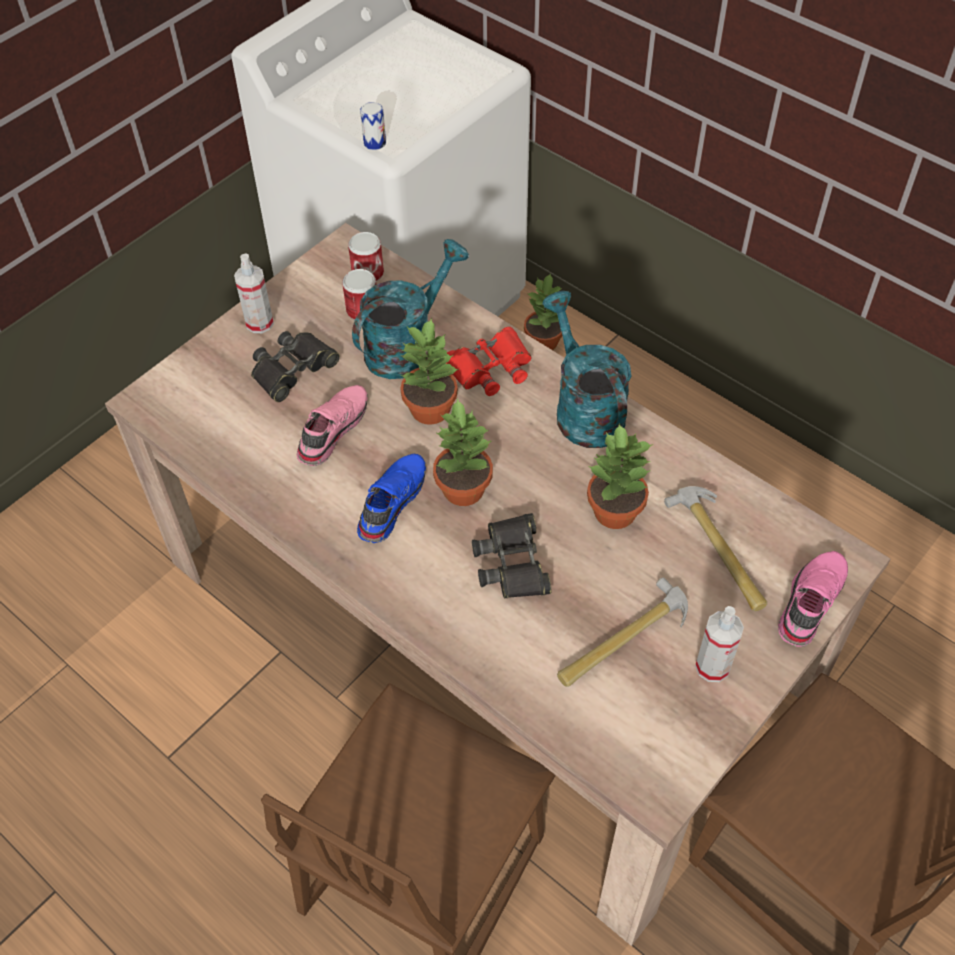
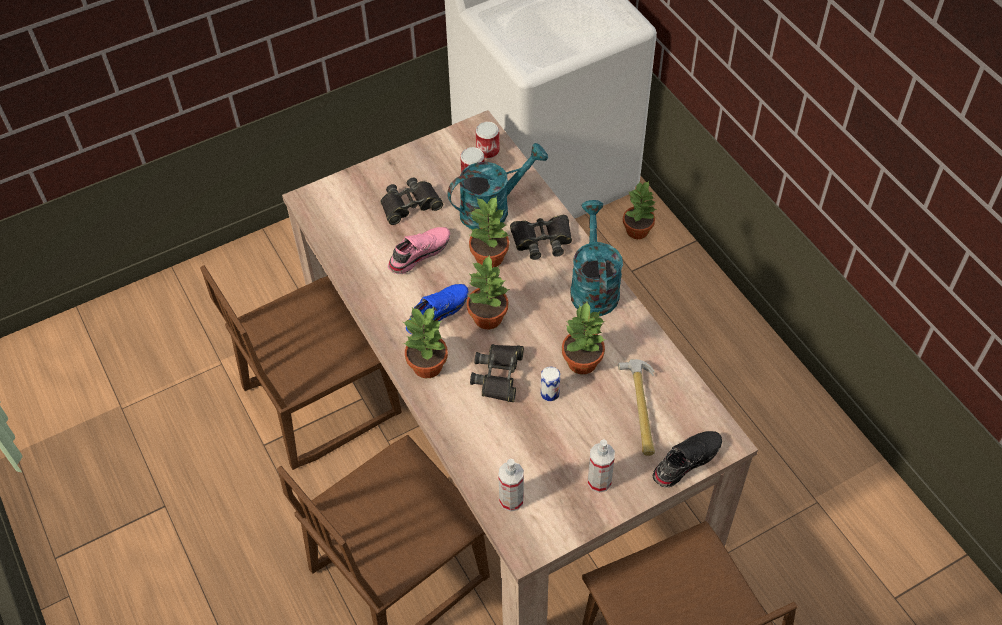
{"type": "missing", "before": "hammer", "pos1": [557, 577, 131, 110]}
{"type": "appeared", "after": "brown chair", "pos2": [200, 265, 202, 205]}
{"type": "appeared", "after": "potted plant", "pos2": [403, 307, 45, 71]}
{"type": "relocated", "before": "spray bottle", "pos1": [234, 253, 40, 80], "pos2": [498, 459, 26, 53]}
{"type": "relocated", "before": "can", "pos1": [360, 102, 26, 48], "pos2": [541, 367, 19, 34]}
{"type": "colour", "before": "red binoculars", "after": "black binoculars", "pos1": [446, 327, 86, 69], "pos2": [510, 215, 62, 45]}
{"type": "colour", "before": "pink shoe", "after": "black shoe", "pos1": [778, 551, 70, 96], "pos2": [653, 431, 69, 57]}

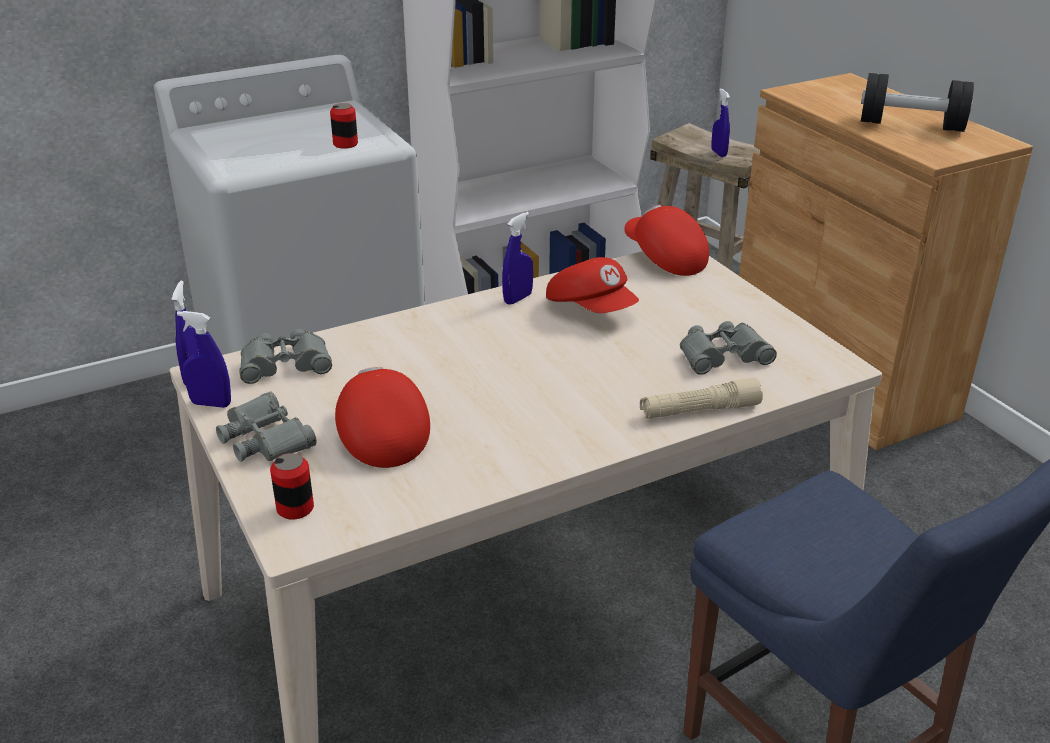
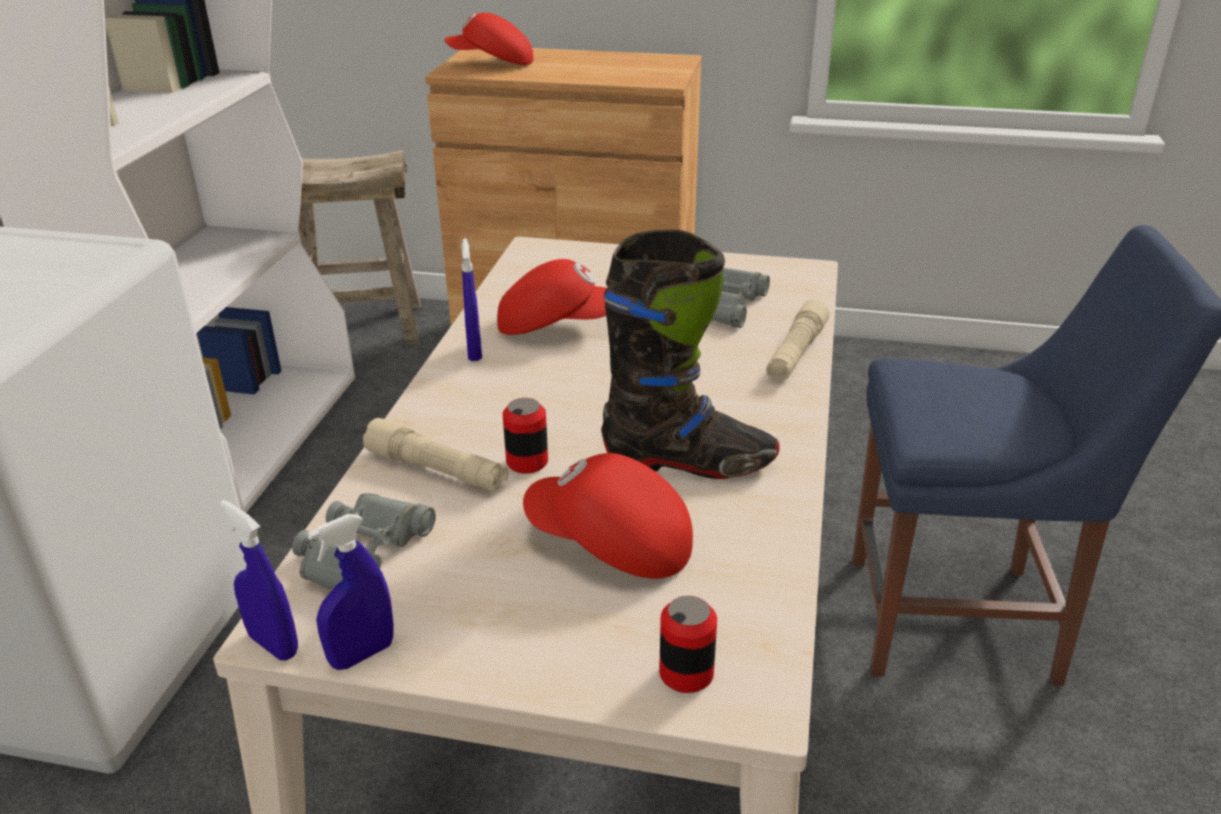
{"type": "missing", "before": "grey binoculars", "pos1": [216, 392, 101, 70]}
{"type": "missing", "before": "blue spray bottle", "pos1": [711, 88, 19, 69]}
{"type": "missing", "before": "black dumbbell", "pos1": [861, 73, 113, 59]}
{"type": "appeared", "after": "beige flashlight", "pos2": [363, 418, 145, 74]}
{"type": "appeared", "after": "black boot", "pos2": [601, 229, 179, 250]}
{"type": "relocated", "before": "can", "pos1": [330, 103, 28, 46], "pos2": [503, 398, 45, 76]}
{"type": "relocated", "before": "red cap", "pos1": [624, 205, 85, 71], "pos2": [445, 13, 88, 52]}

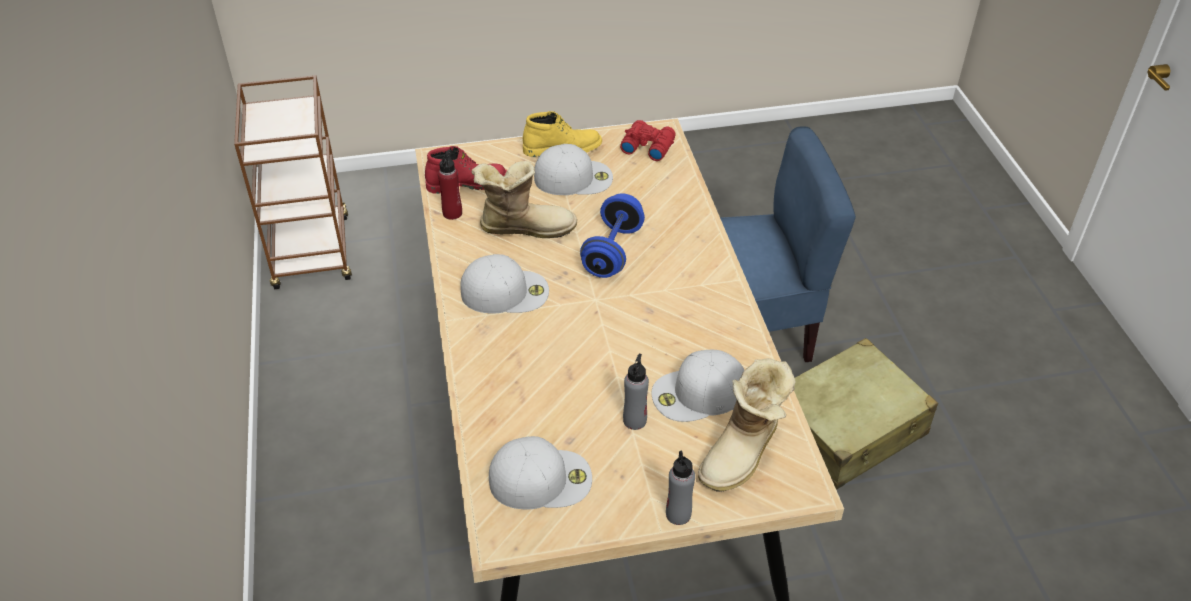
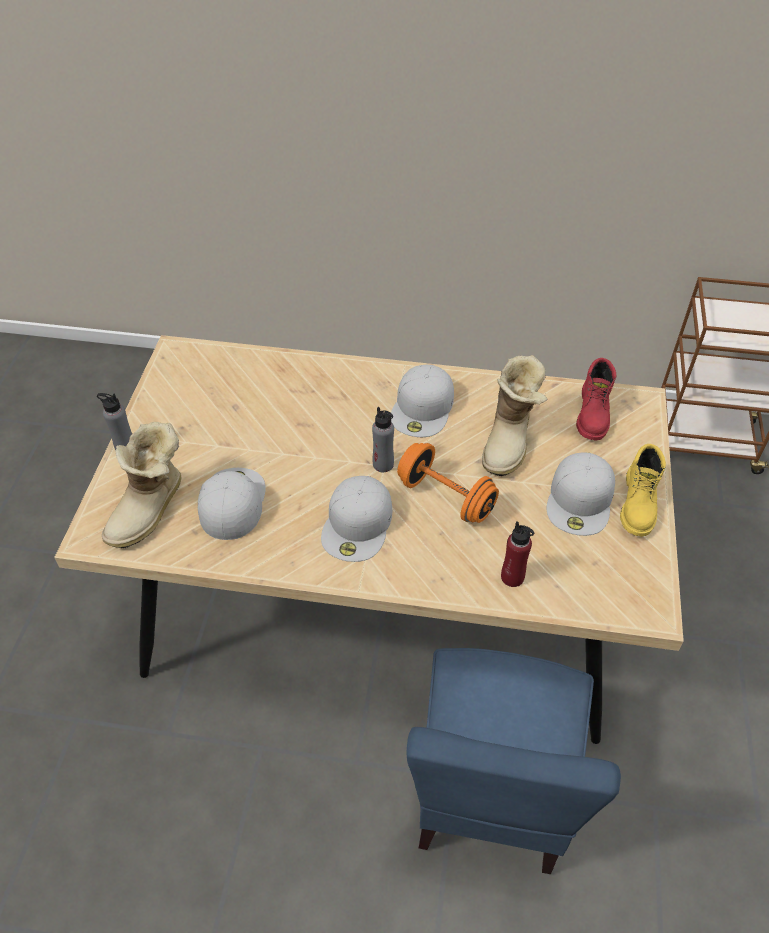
{"type": "missing", "before": "red binoculars", "pos1": [620, 120, 56, 41]}
{"type": "missing", "before": "beige suitcase", "pos1": [794, 338, 144, 152]}
{"type": "relocated", "before": "red bottle", "pos1": [438, 150, 24, 70], "pos2": [501, 521, 33, 66]}
{"type": "relocated", "before": "white cap", "pos1": [489, 436, 103, 73], "pos2": [321, 476, 71, 86]}
{"type": "relocated", "before": "grey bottle", "pos1": [623, 354, 26, 76], "pos2": [372, 407, 22, 65]}
{"type": "colour", "before": "blue dumbbell", "after": "orange dumbbell", "pos1": [580, 193, 65, 85], "pos2": [397, 443, 102, 80]}
{"type": "spun", "before": "boot", "pos1": [698, 358, 98, 134], "pos2": [102, 422, 79, 126], "turn": -120}

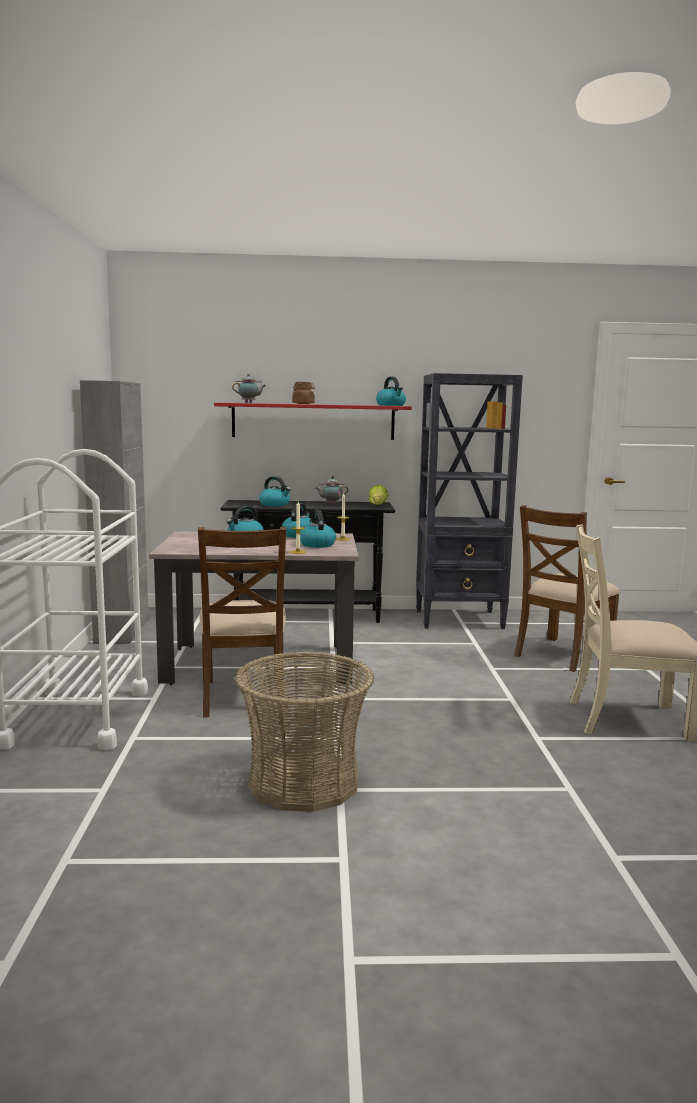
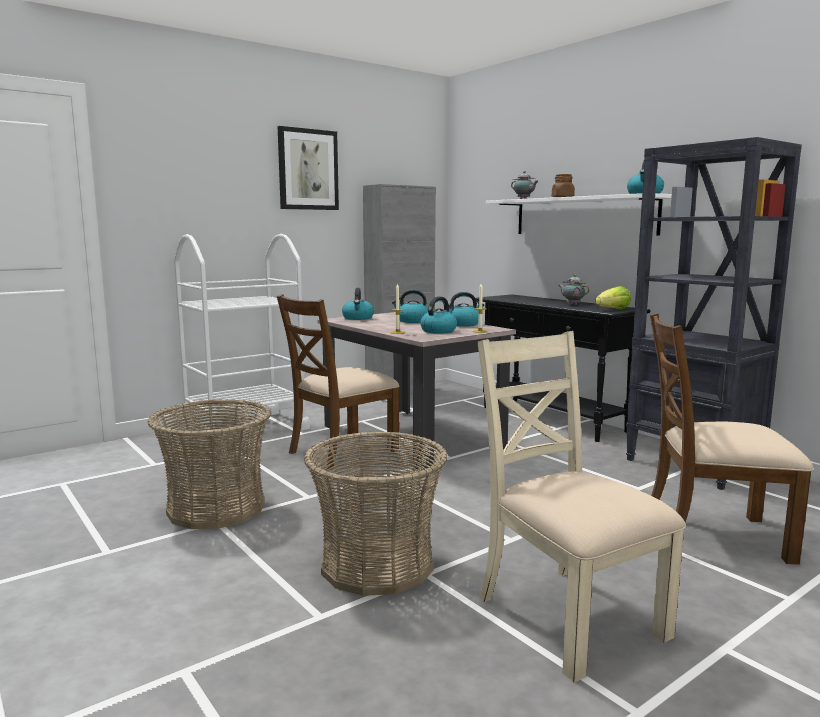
{"type": "appeared", "after": "picture", "pos2": [278, 126, 61, 84]}
{"type": "appeared", "after": "basket", "pos2": [304, 431, 144, 165]}
{"type": "relocated", "before": "kettle", "pos1": [260, 476, 31, 30], "pos2": [342, 288, 32, 32]}
{"type": "colour", "before": "red shelf", "after": "white shelf", "pos1": [214, 403, 198, 37], "pos2": [486, 193, 186, 42]}

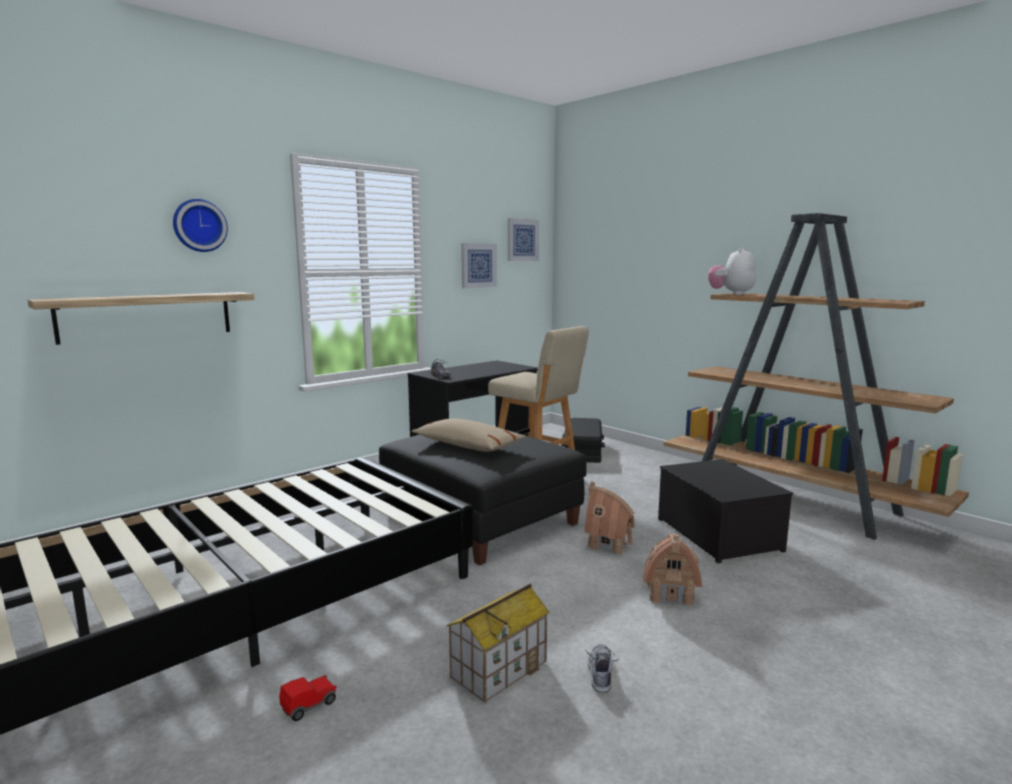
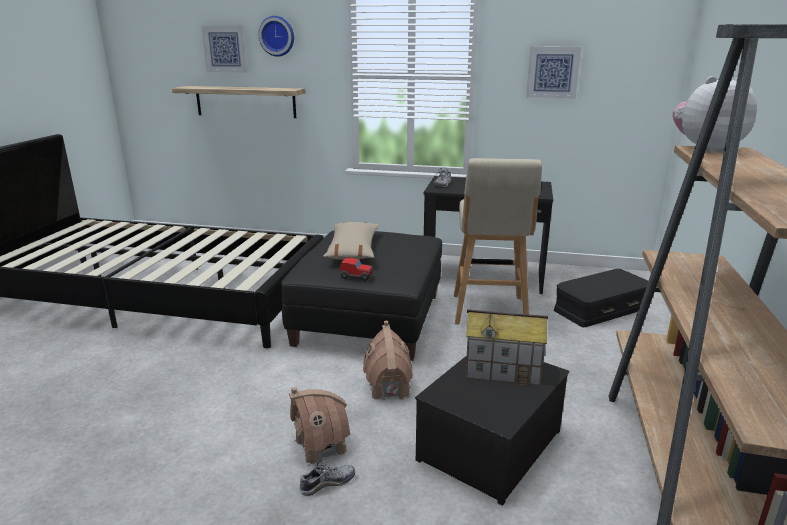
{"type": "relocated", "before": "toy car", "pos1": [279, 675, 58, 46], "pos2": [340, 257, 33, 24]}
{"type": "relocated", "before": "toy house", "pos1": [447, 584, 102, 119], "pos2": [465, 309, 83, 77]}
{"type": "relocated", "before": "picture", "pos1": [508, 218, 31, 43], "pos2": [201, 26, 47, 47]}
{"type": "relocated", "before": "shoe", "pos1": [585, 644, 34, 49], "pos2": [299, 457, 56, 39]}

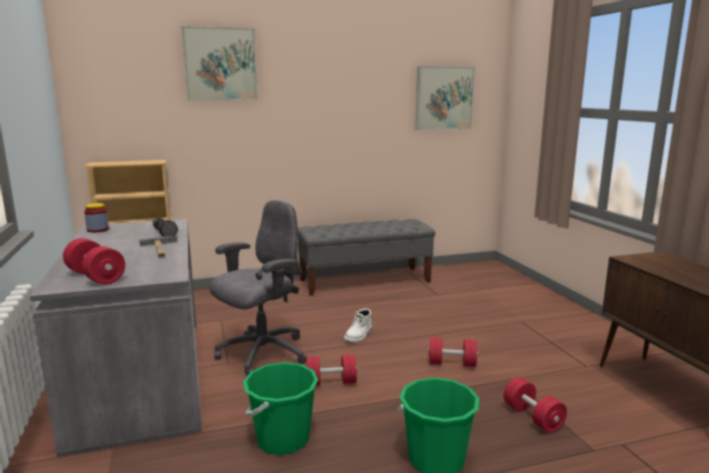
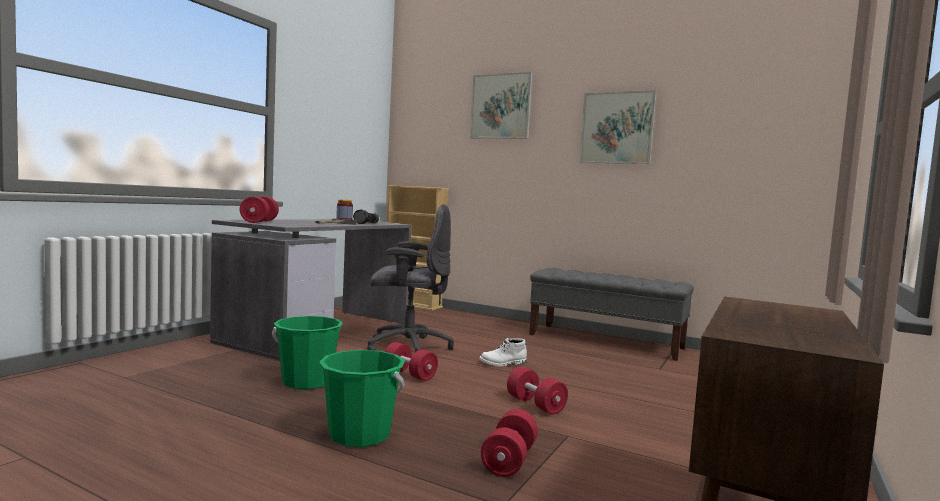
{"type": "relocated", "before": "picture", "pos1": [415, 66, 60, 64], "pos2": [580, 90, 76, 74]}

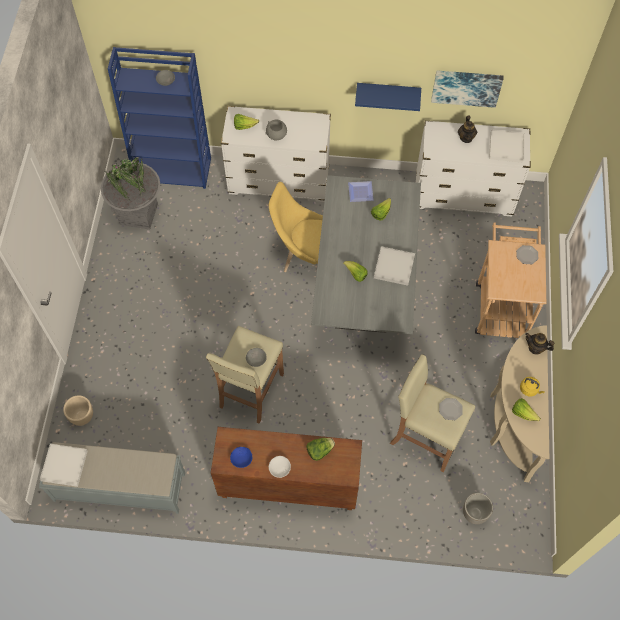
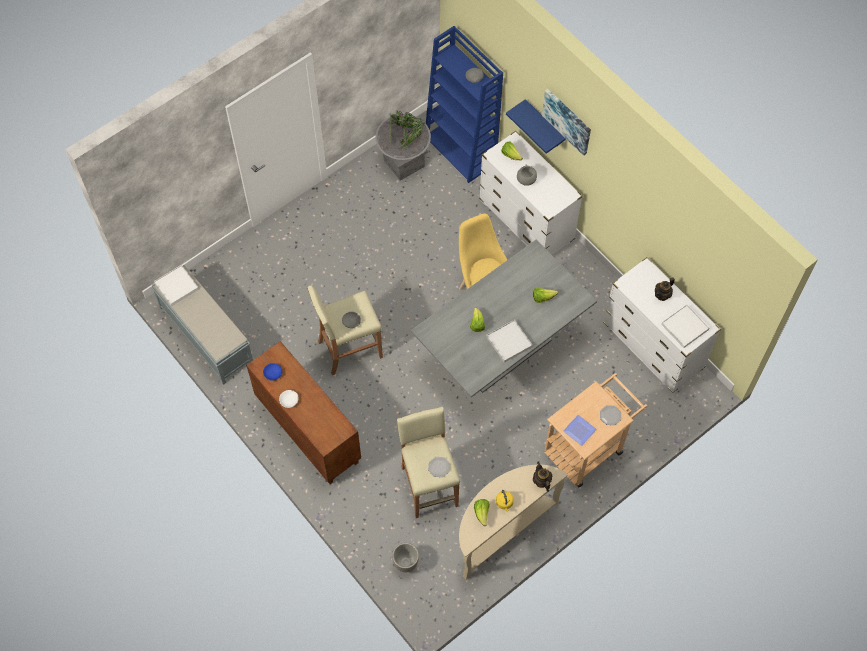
{"type": "missing", "before": "beige planter", "pos1": [63, 395, 30, 31]}
{"type": "missing", "before": "lettuce", "pos1": [306, 438, 29, 23]}
{"type": "relocated", "before": "plate", "pos1": [348, 181, 26, 21], "pos2": [563, 415, 34, 31]}
{"type": "relocated", "before": "blue shelf", "pos1": [355, 83, 66, 28], "pos2": [506, 99, 60, 55]}
{"type": "relocated", "before": "picture", "pos1": [431, 70, 73, 38], "pos2": [542, 89, 49, 67]}

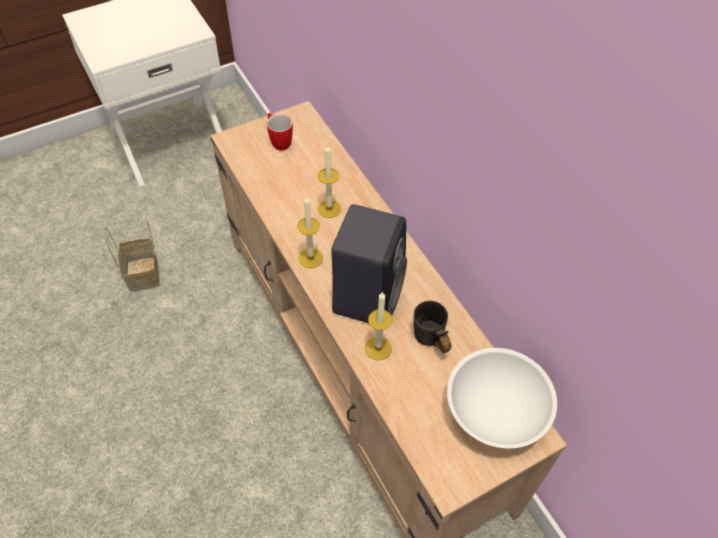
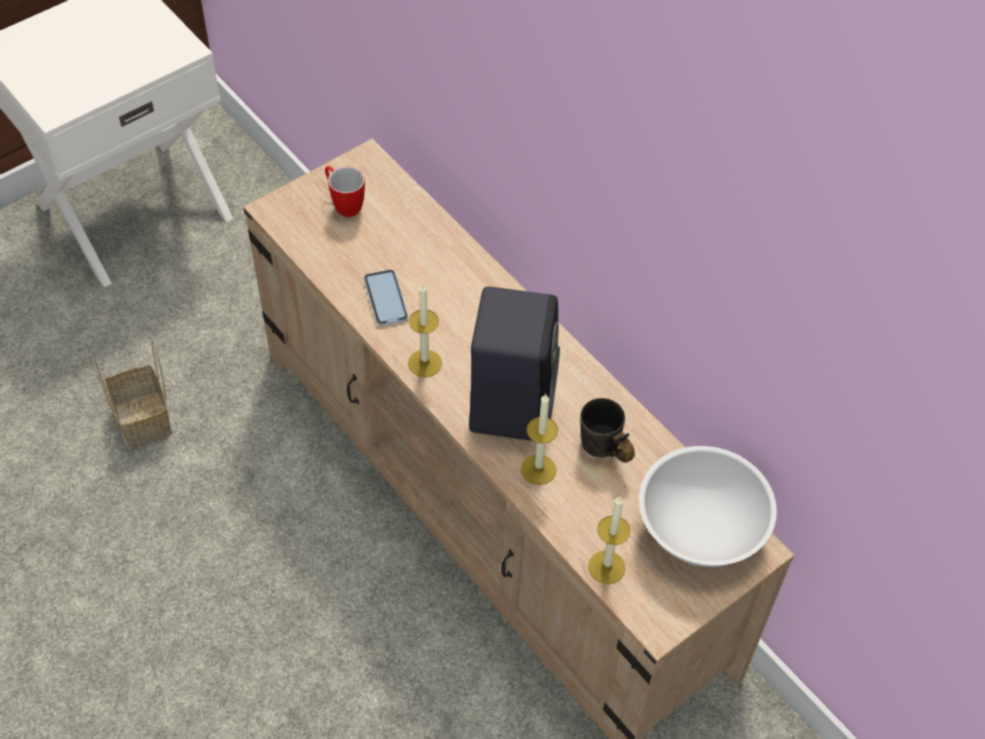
{"type": "appeared", "after": "phone", "pos2": [364, 269, 44, 57]}
{"type": "relocated", "before": "candle", "pos1": [318, 145, 23, 73], "pos2": [588, 496, 42, 88]}

